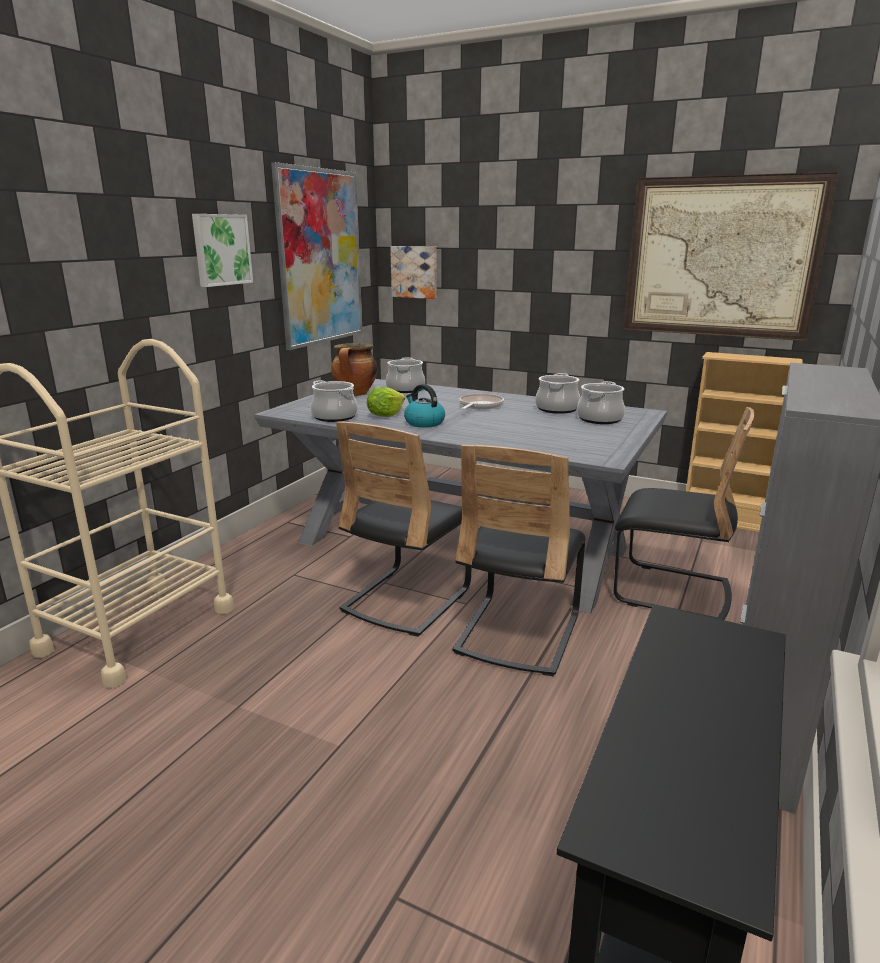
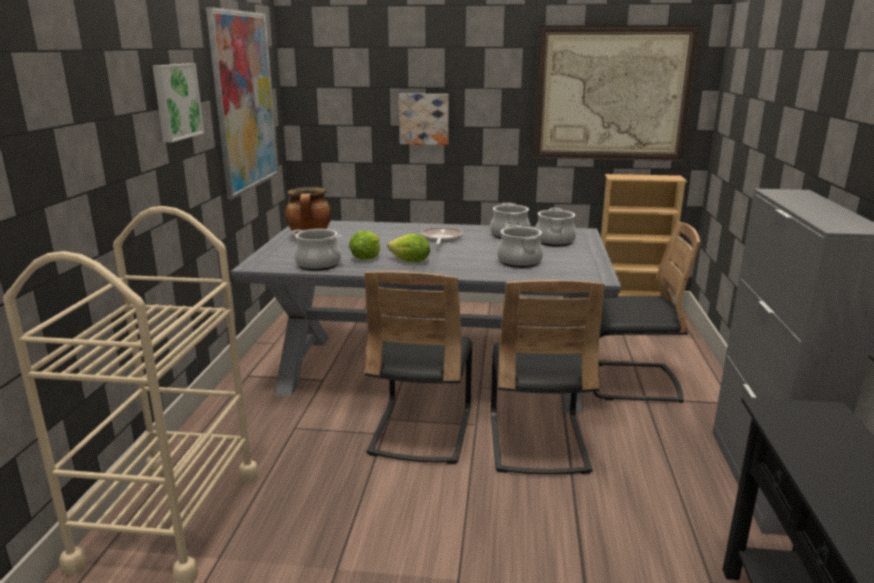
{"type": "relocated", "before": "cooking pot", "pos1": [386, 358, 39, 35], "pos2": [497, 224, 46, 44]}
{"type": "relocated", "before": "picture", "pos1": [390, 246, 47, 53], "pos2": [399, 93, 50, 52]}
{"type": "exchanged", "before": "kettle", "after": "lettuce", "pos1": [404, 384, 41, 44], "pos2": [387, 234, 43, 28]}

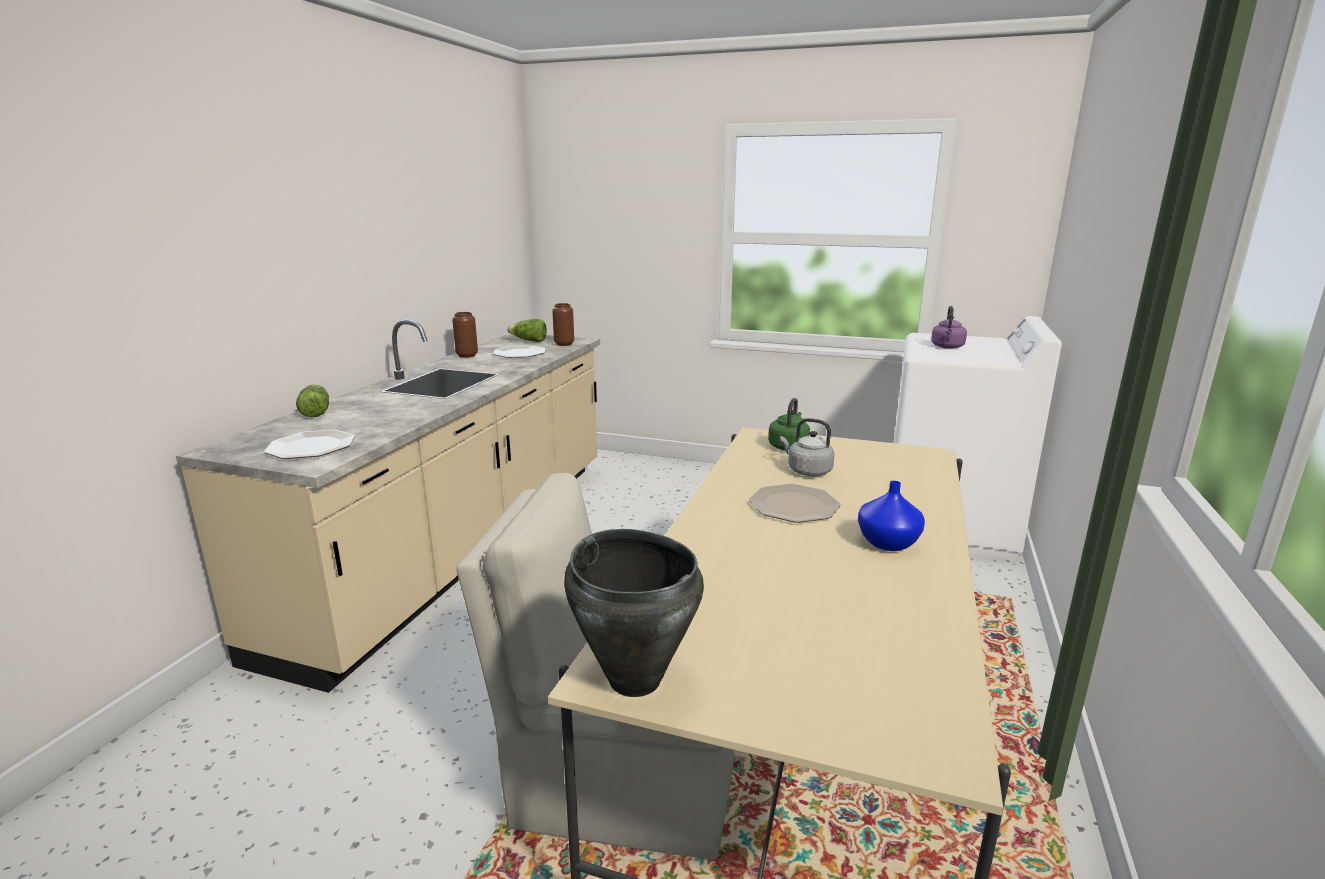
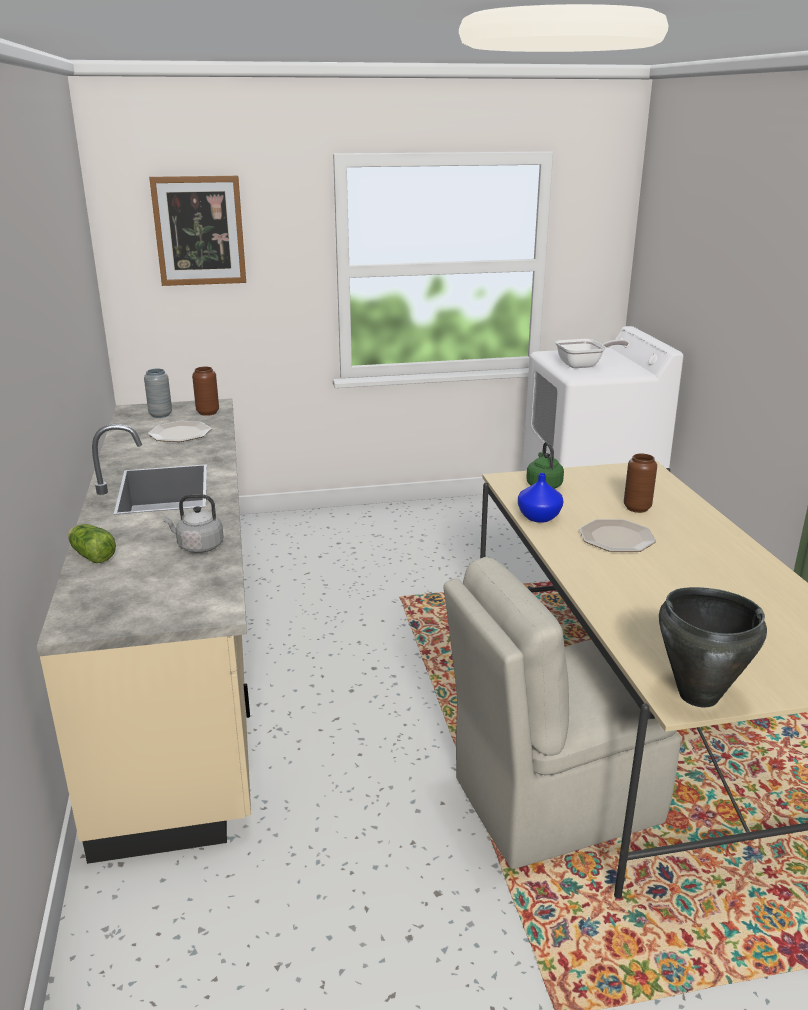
{"type": "missing", "before": "plate", "pos1": [264, 429, 91, 30]}
{"type": "appeared", "after": "picture", "pos2": [149, 176, 97, 110]}
{"type": "relocated", "before": "brown vase", "pos1": [452, 312, 26, 46], "pos2": [624, 454, 33, 59]}
{"type": "relocated", "before": "grey kettle", "pos1": [780, 418, 55, 58], "pos2": [163, 494, 61, 59]}
{"type": "relocated", "before": "blue vase", "pos1": [858, 481, 67, 70], "pos2": [518, 473, 45, 50]}
{"type": "exchanged", "before": "lettuce", "after": "grey vase", "pos1": [507, 319, 40, 23], "pos2": [144, 369, 28, 49]}
{"type": "exchanged", "before": "purple kettle", "after": "frying pan", "pos1": [931, 306, 36, 43], "pos2": [555, 339, 74, 29]}

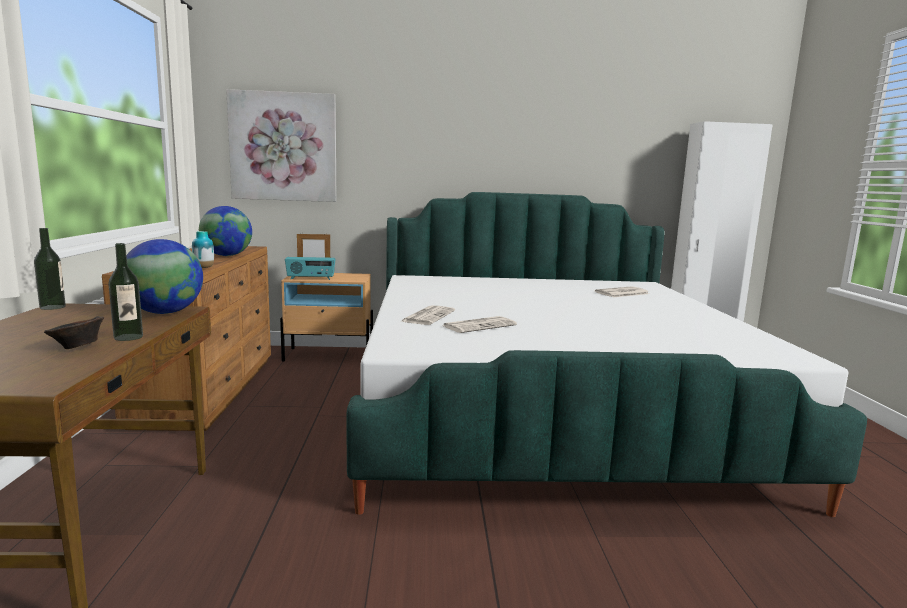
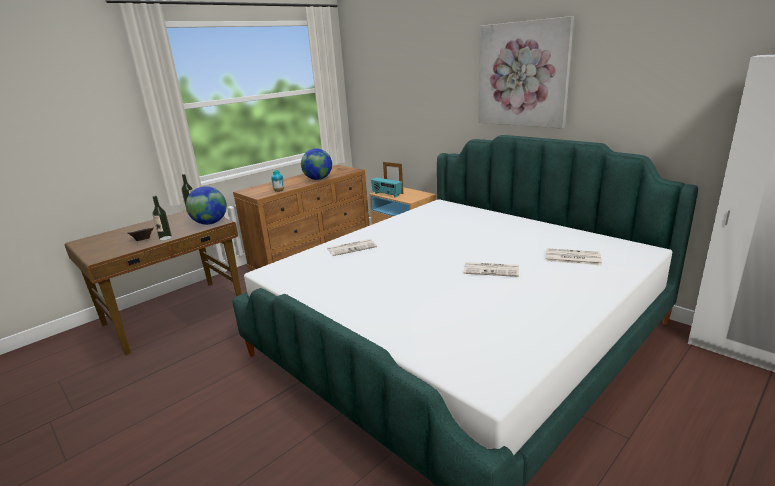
{"type": "relocated", "before": "picture", "pos1": [226, 89, 111, 113], "pos2": [478, 16, 96, 113]}
{"type": "relocated", "before": "newspaper", "pos1": [443, 316, 74, 17], "pos2": [464, 262, 55, 15]}

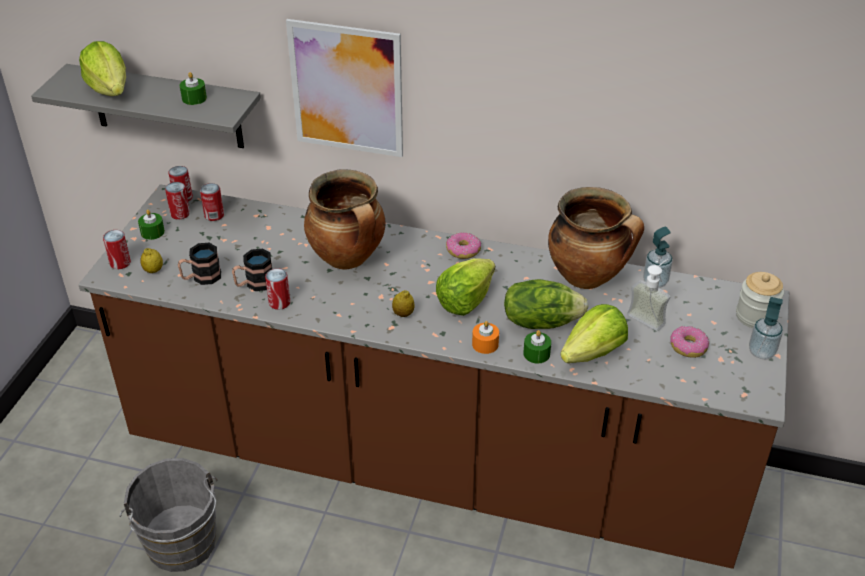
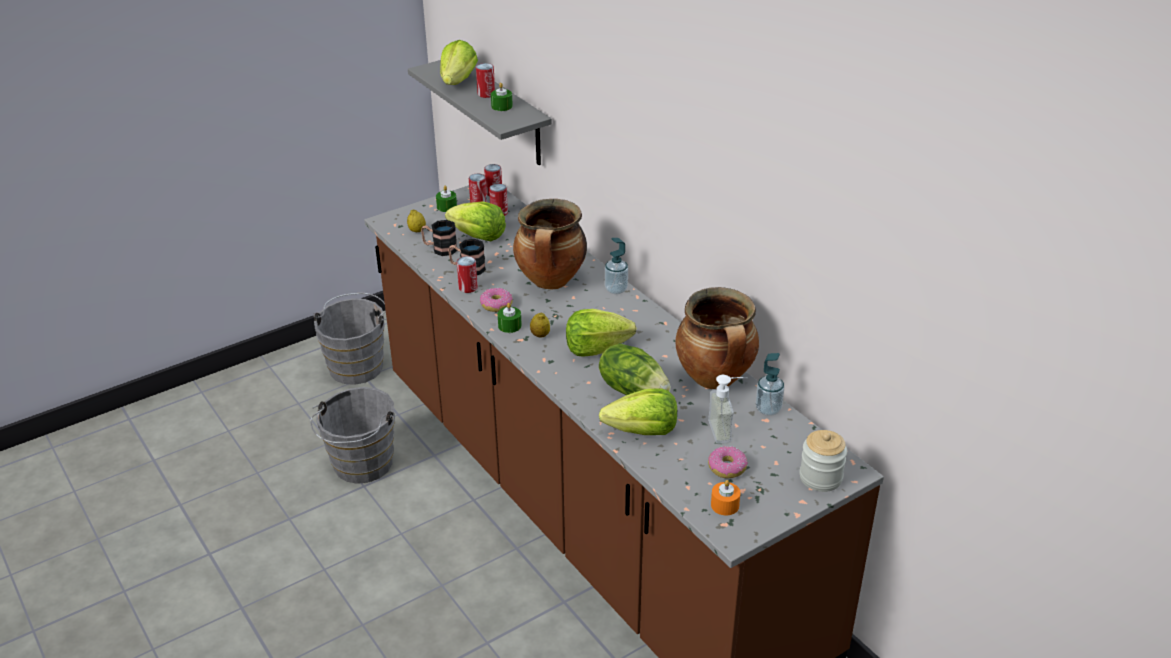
{"type": "missing", "before": "picture", "pos1": [286, 19, 117, 138]}
{"type": "appeared", "after": "grey bucket", "pos2": [313, 293, 74, 92]}
{"type": "appeared", "after": "lettuce", "pos2": [445, 201, 61, 40]}
{"type": "relocated", "before": "can", "pos1": [103, 230, 28, 39], "pos2": [476, 63, 19, 35]}
{"type": "relocated", "before": "donut", "pos1": [446, 232, 35, 27], "pos2": [480, 288, 33, 24]}
{"type": "relocated", "before": "orange candle", "pos1": [472, 321, 27, 33], "pos2": [711, 480, 30, 35]}
{"type": "relocated", "before": "green candle", "pos1": [523, 330, 28, 33], "pos2": [498, 303, 24, 30]}
{"type": "relocated", "before": "soap dispenser", "pos1": [749, 297, 34, 62], "pos2": [605, 238, 23, 56]}

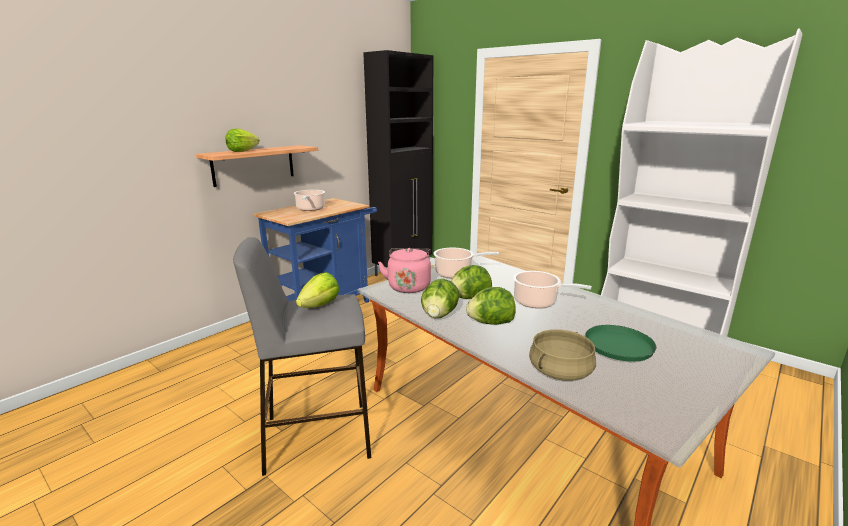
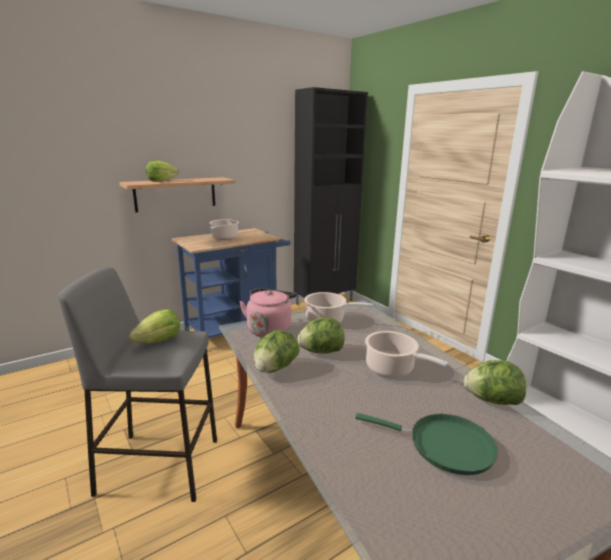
{"type": "missing", "before": "beige cooking pot", "pos1": [529, 329, 67, 52]}
{"type": "relocated", "before": "lettuce", "pos1": [466, 287, 50, 38], "pos2": [464, 360, 62, 45]}

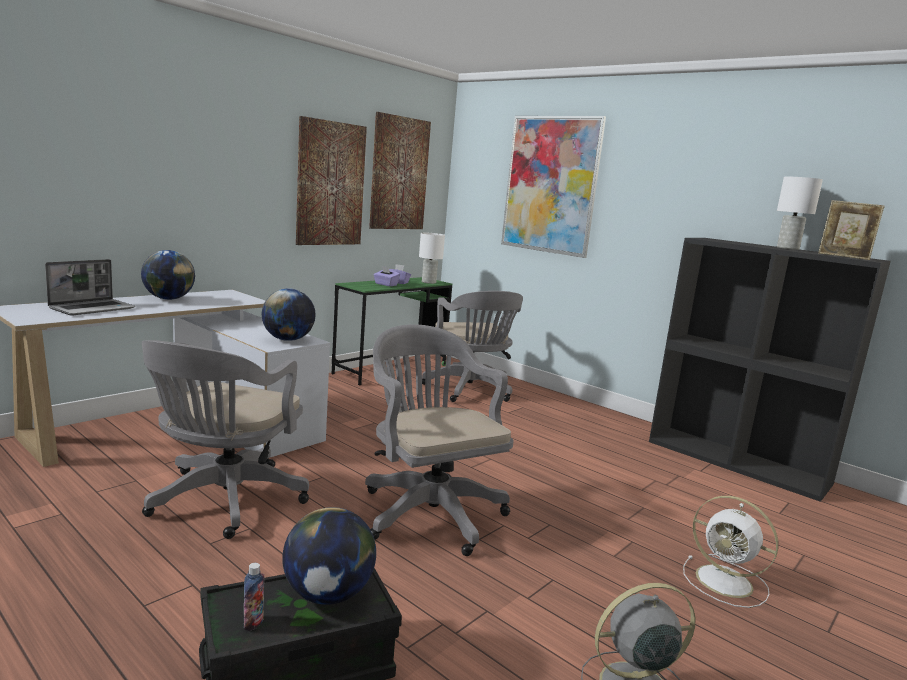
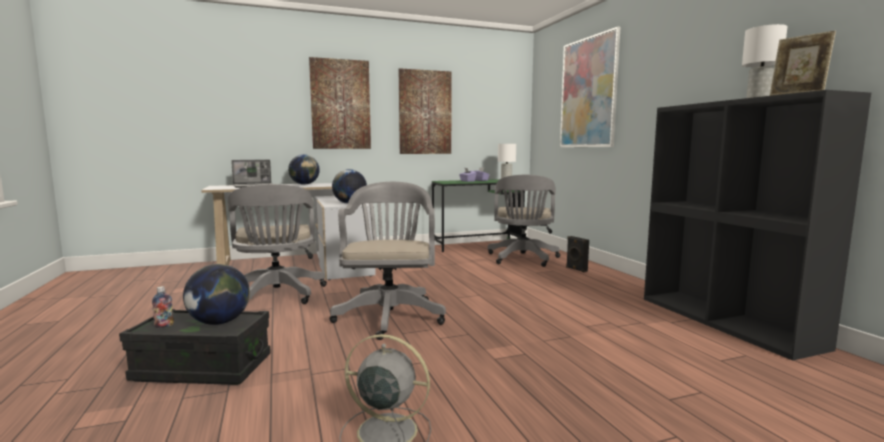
{"type": "missing", "before": "white fan", "pos1": [683, 496, 95, 112]}
{"type": "appeared", "after": "black speaker", "pos2": [566, 236, 23, 36]}
{"type": "relocated", "before": "picture", "pos1": [369, 112, 62, 117], "pos2": [309, 57, 62, 92]}
{"type": "spun", "before": "grey office chair", "pos1": [142, 340, 167, 199], "pos2": [227, 184, 100, 120], "turn": -60}

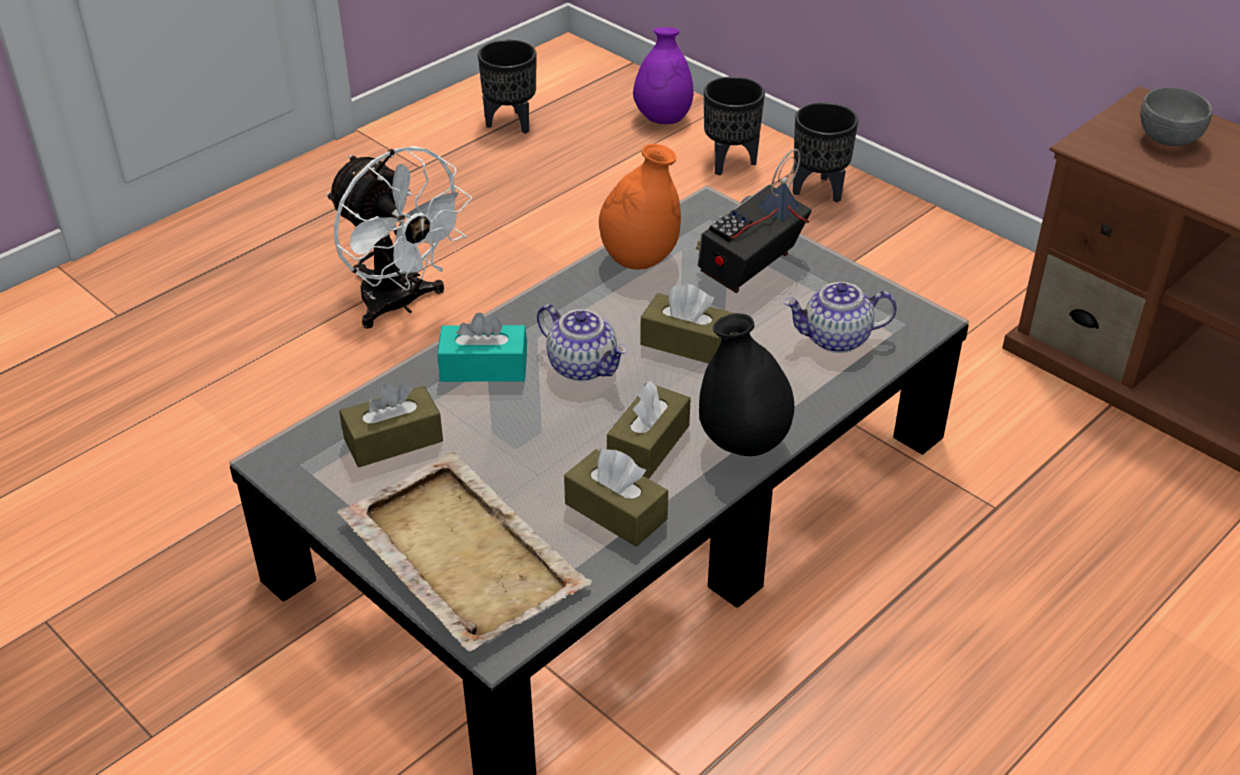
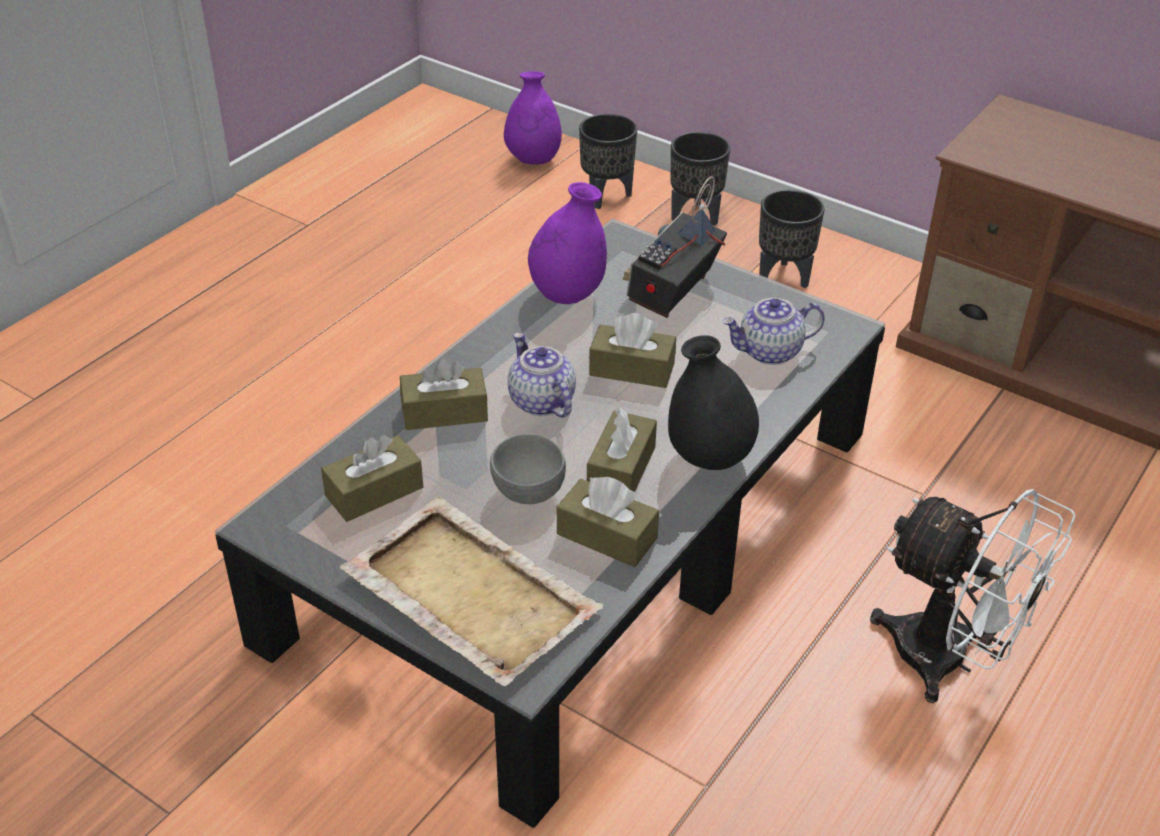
{"type": "relocated", "before": "white fan", "pos1": [327, 146, 145, 183], "pos2": [870, 489, 206, 214]}
{"type": "relocated", "before": "black planter", "pos1": [478, 40, 58, 94], "pos2": [759, 190, 66, 98]}
{"type": "relocated", "before": "grey bowl", "pos1": [1140, 87, 72, 59], "pos2": [490, 434, 76, 70]}
{"type": "colour", "before": "turquoise tissue box", "after": "brown tissue box", "pos1": [437, 312, 90, 70], "pos2": [400, 359, 88, 71]}
{"type": "colour", "before": "orange vase", "after": "purple vase", "pos1": [599, 144, 82, 126], "pos2": [528, 182, 79, 122]}
{"type": "spun", "before": "teapot", "pos1": [537, 304, 90, 77], "pos2": [508, 333, 68, 85], "turn": -150}

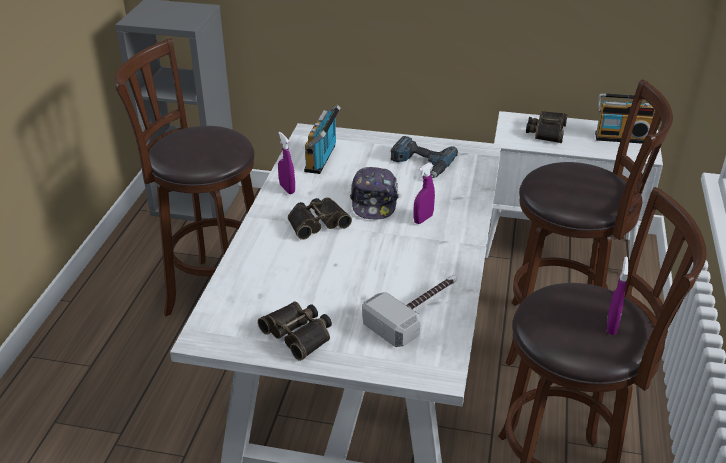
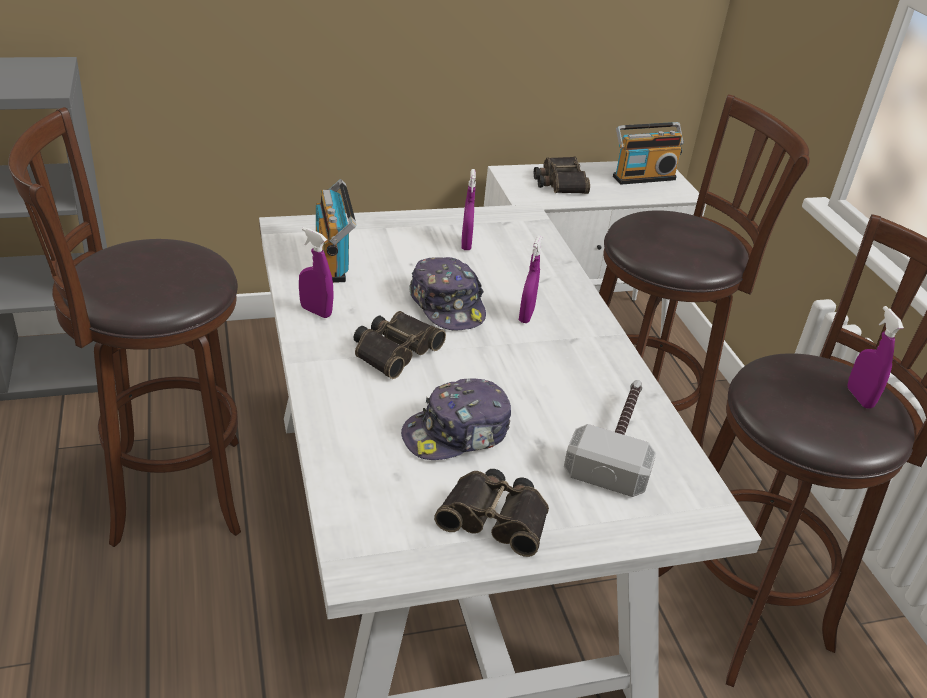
{"type": "appeared", "after": "cap", "pos2": [401, 378, 110, 82]}
{"type": "exchanged", "before": "power drill", "after": "purple spray bottle", "pos1": [390, 136, 68, 42], "pos2": [461, 169, 15, 81]}

